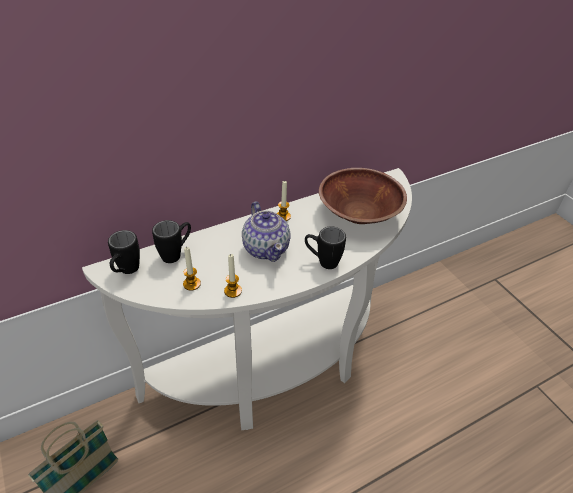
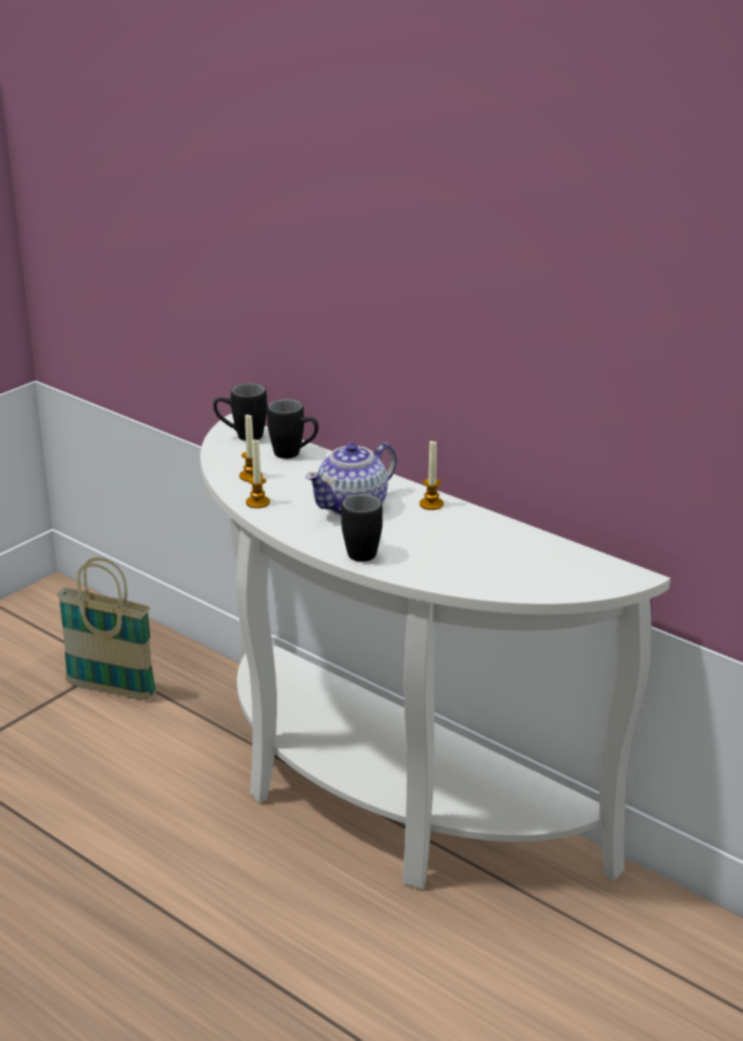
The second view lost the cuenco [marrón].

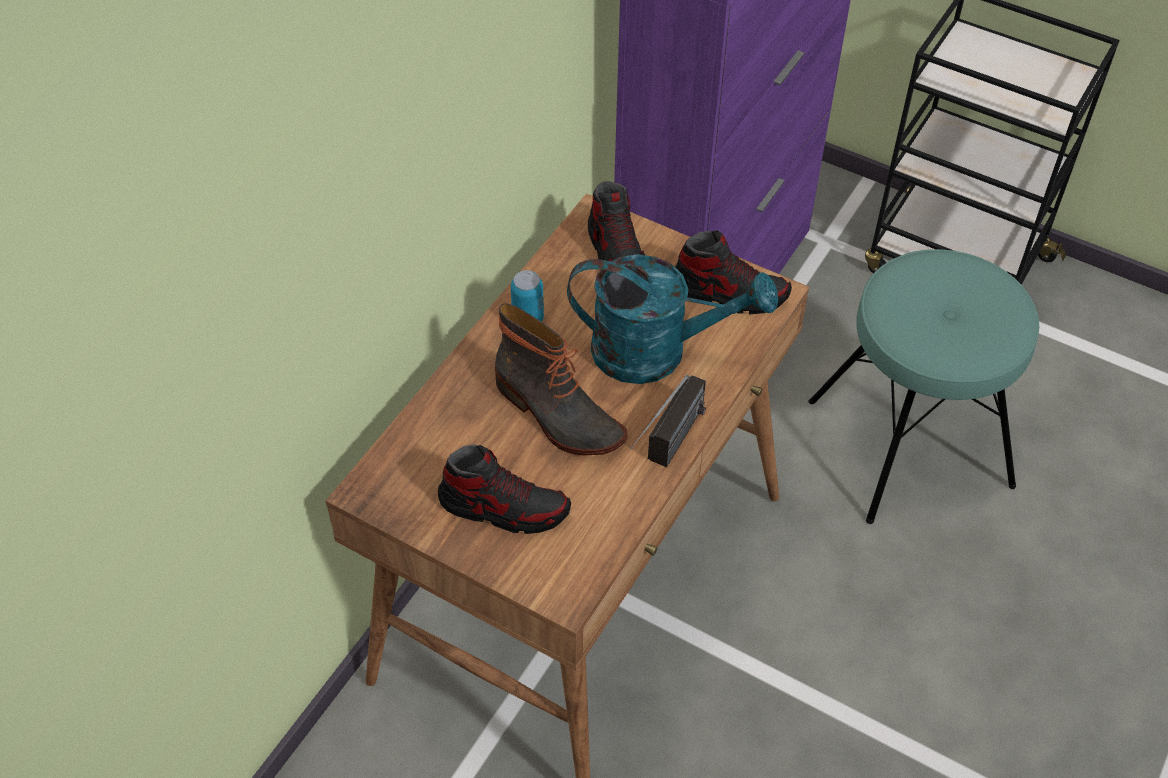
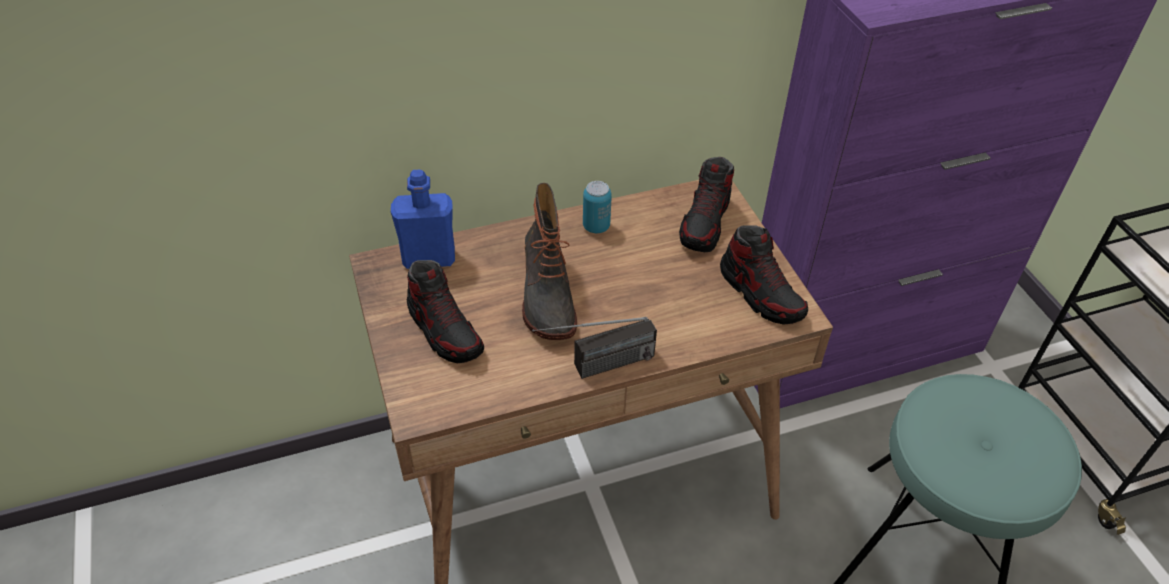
The second view lost the regadera [turquesa].
The second view gained the botella [azul].

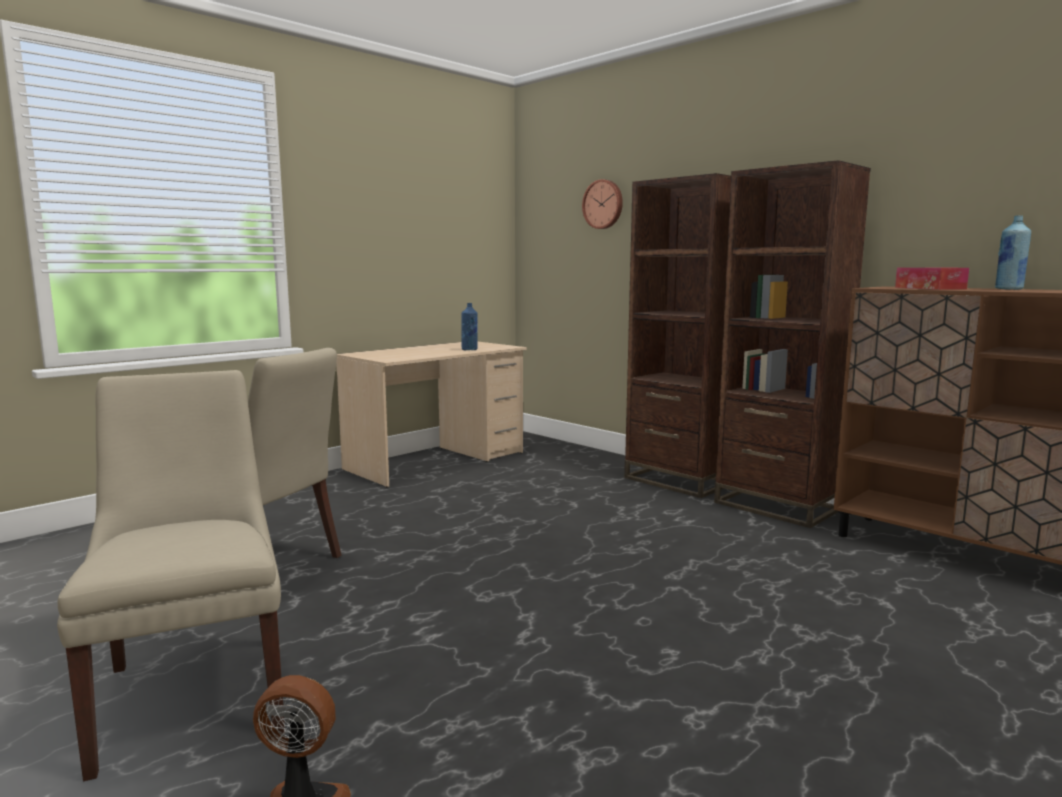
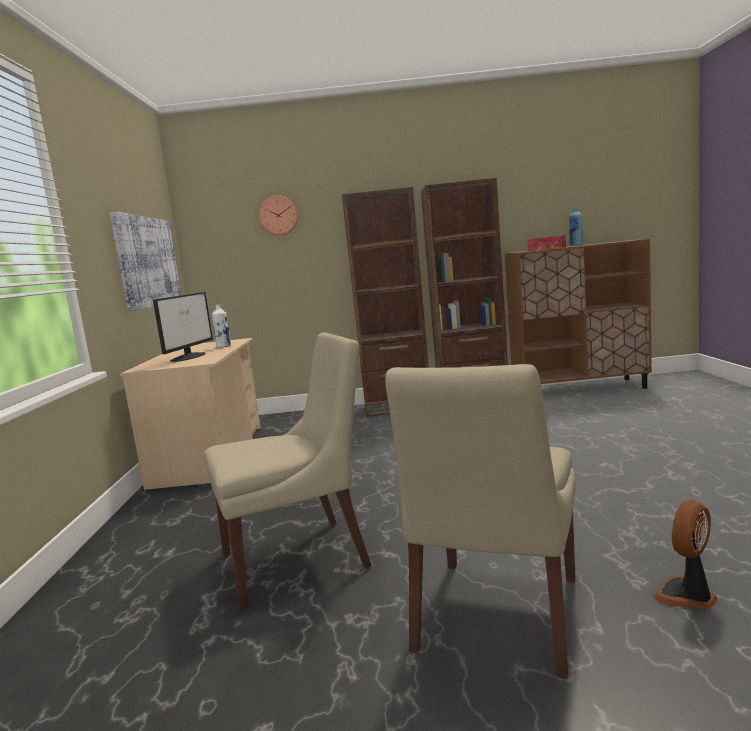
What was the botella [azul] (1st from left) turned into the botella [blanco].
The silla [beis] (1st from left in the first image) ended up facing another way, 90 degrees counterclockwise from before.
The second view gained the cuadro.
The second view gained the monitor.

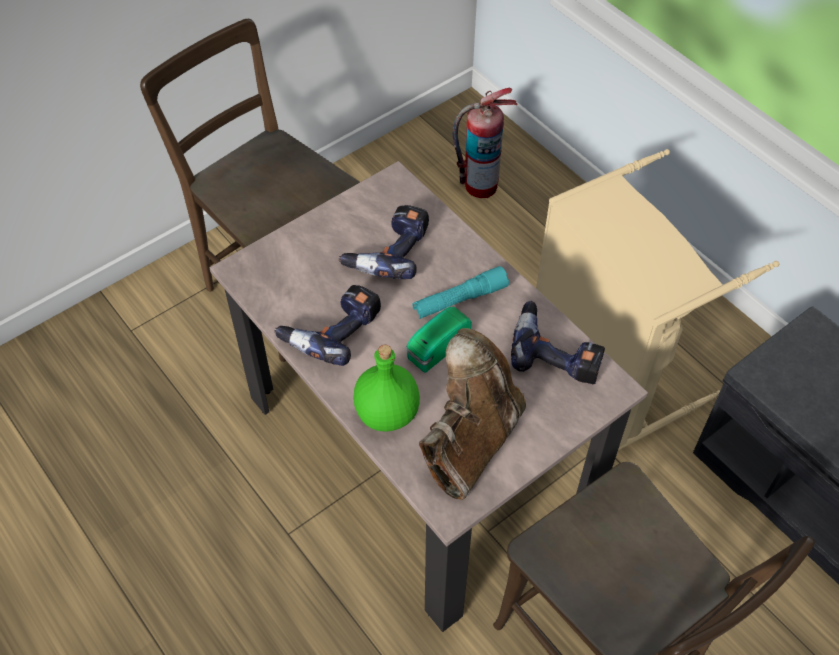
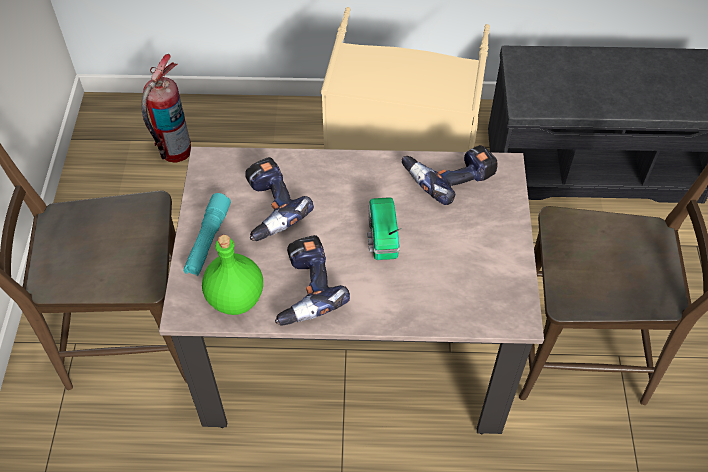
The linterna [turquesa] ended up elsewhere.
The second view lost the bota [marrón].
The botella [verde] ended up elsewhere.

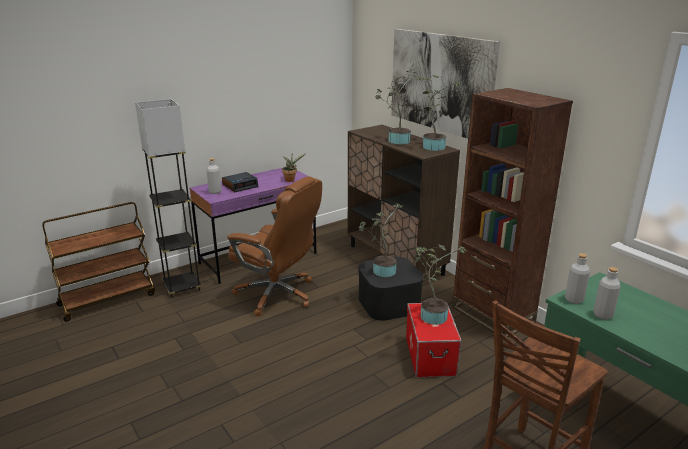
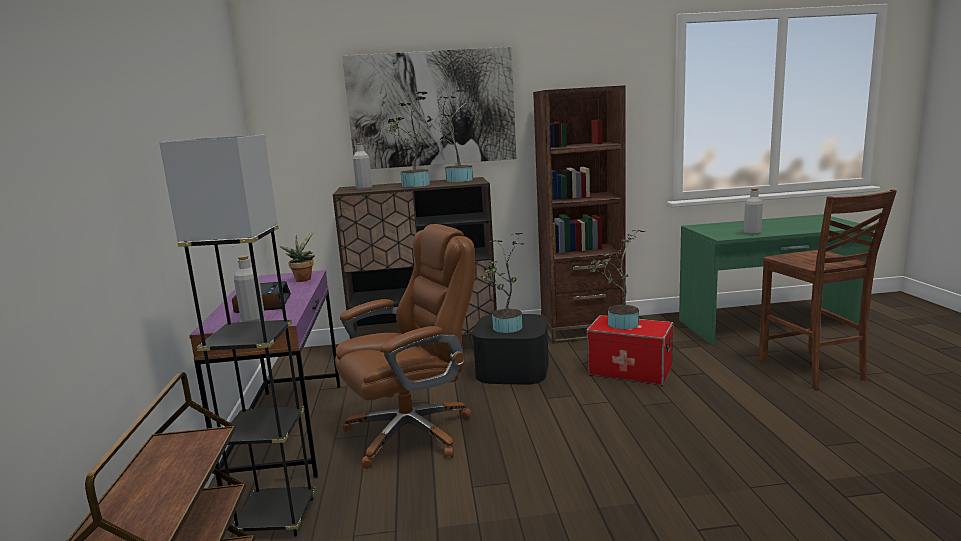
The botella [gris] (2nd from left) ended up elsewhere.

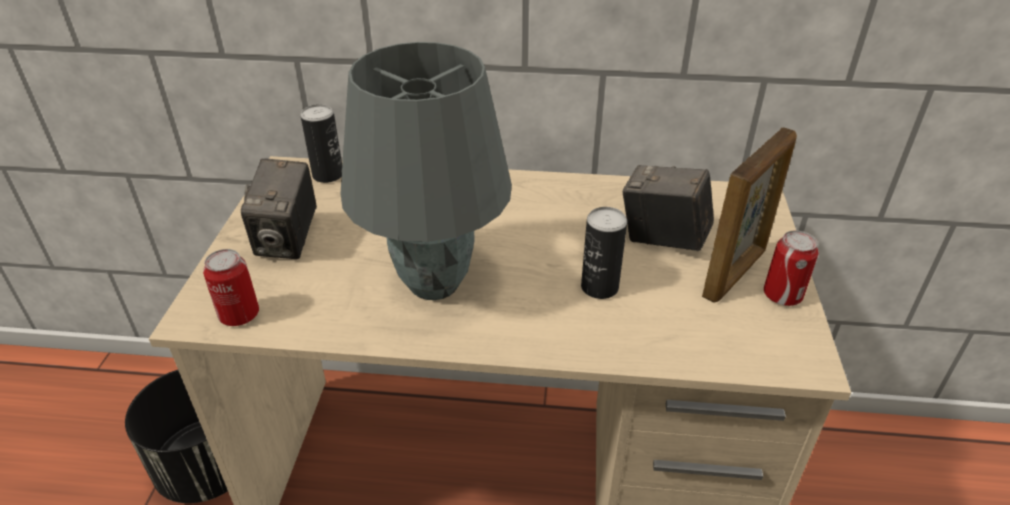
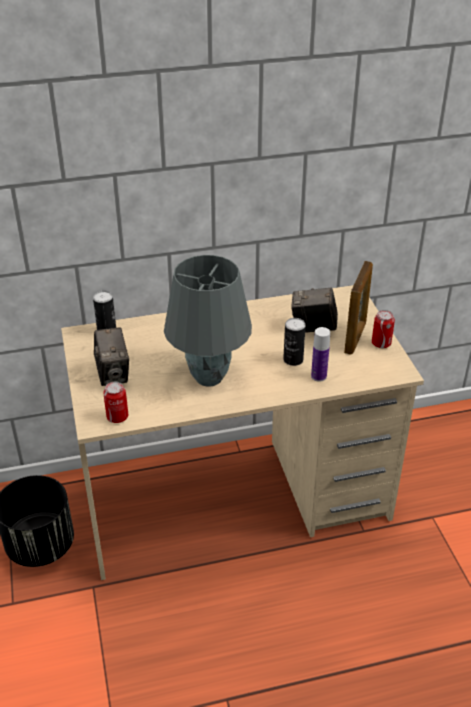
The second view gained the botella.

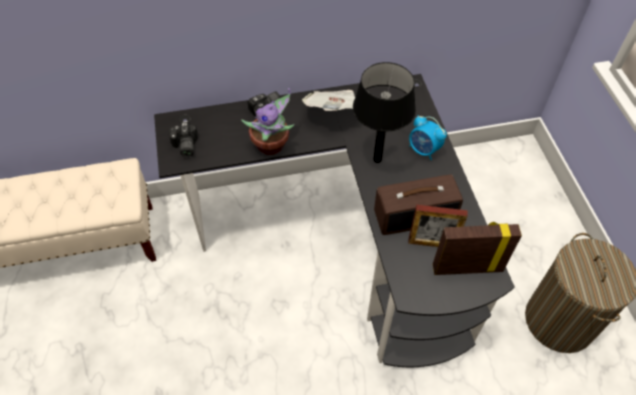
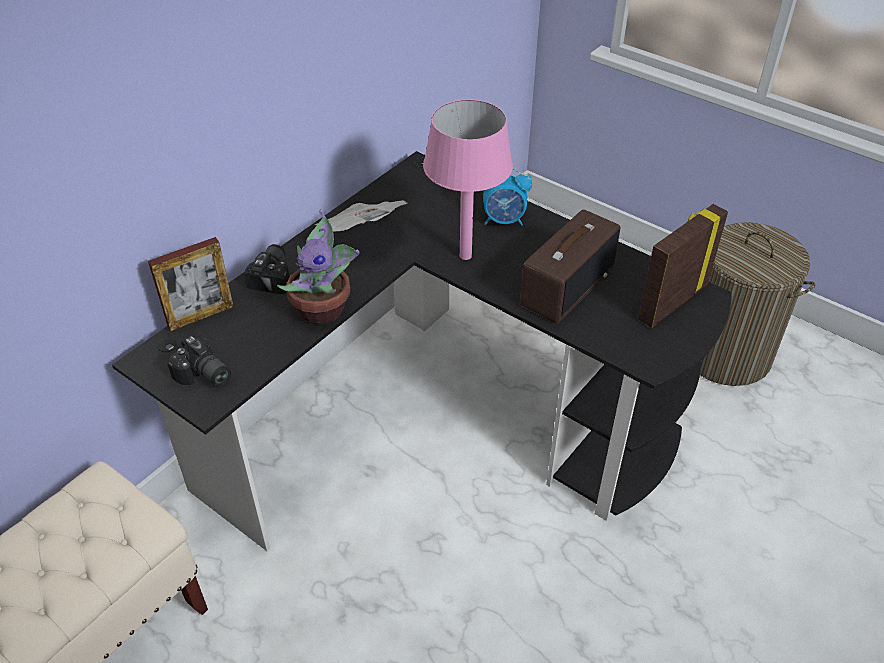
What was the lámpara de mesa [negro] turned into the lámpara de mesa [rosa].
The portarretratos (1st from left) ended up elsewhere.

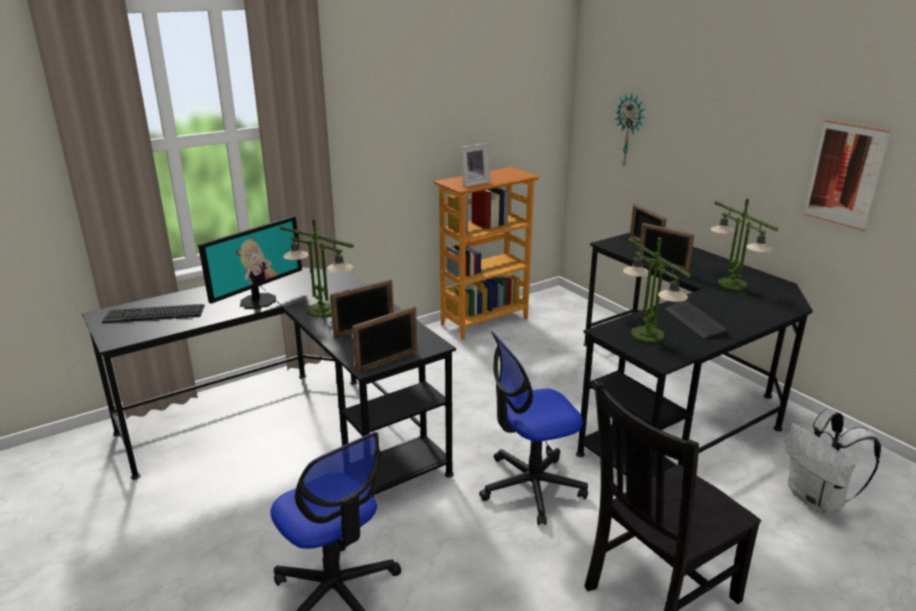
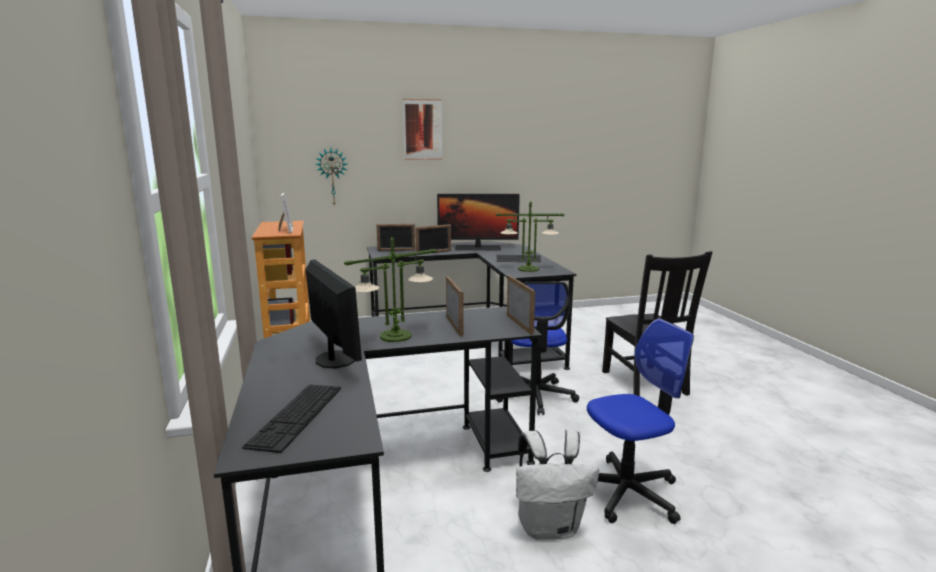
The cuadro ended up elsewhere.
Where the lámpara de mesa (3rd from left) stood, the monitor (2nd from left) came to stand.
The mochila [blanco] ended up elsewhere.

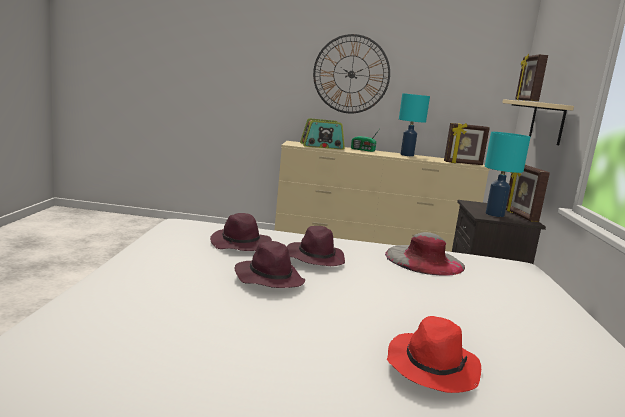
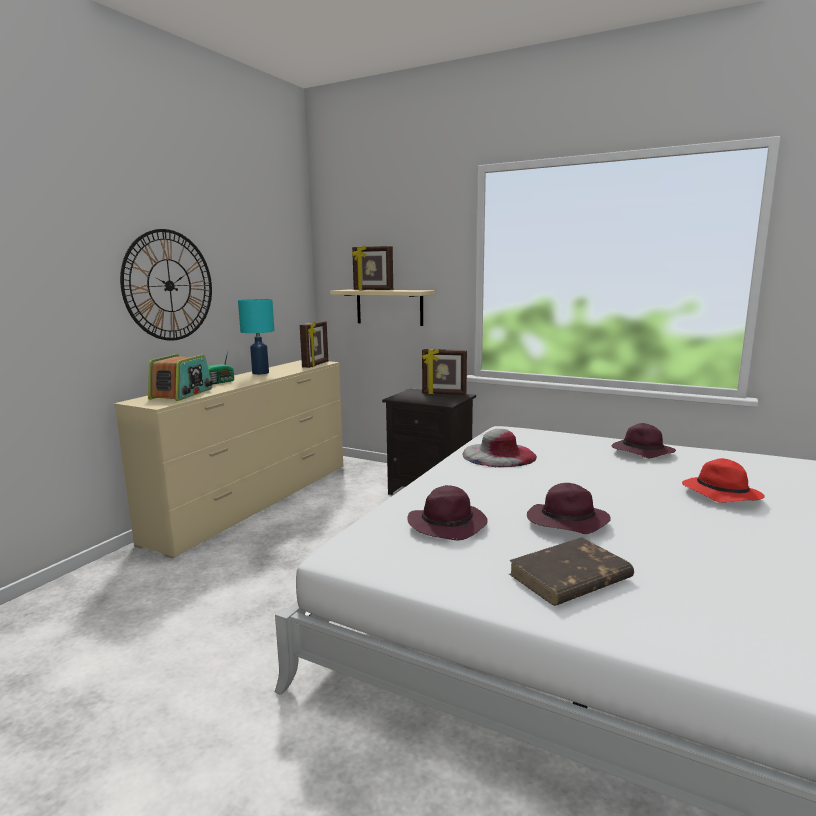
The second view lost the lámpara de mesa [turquesa] (2nd from left).
The sombrero [morado] (3rd from left) ended up elsewhere.
The second view gained the libro [marrón].

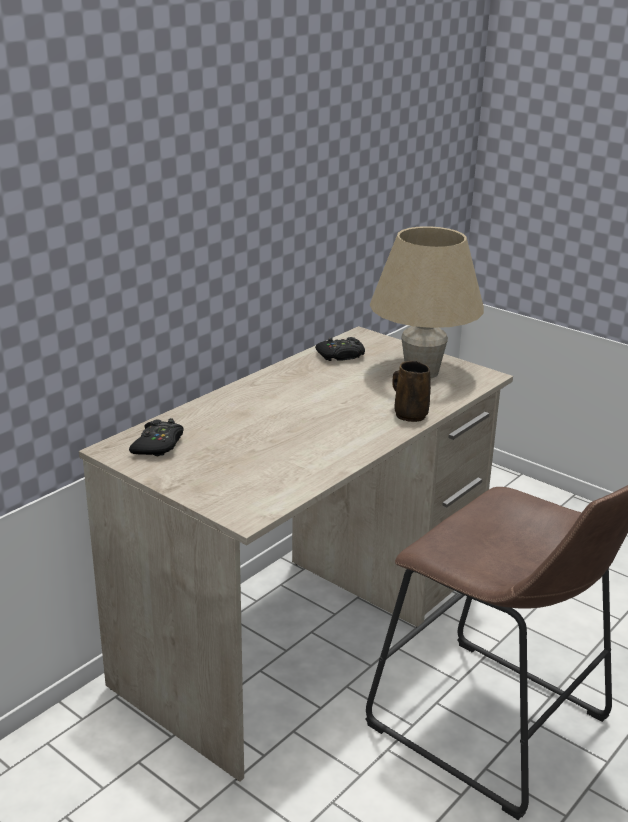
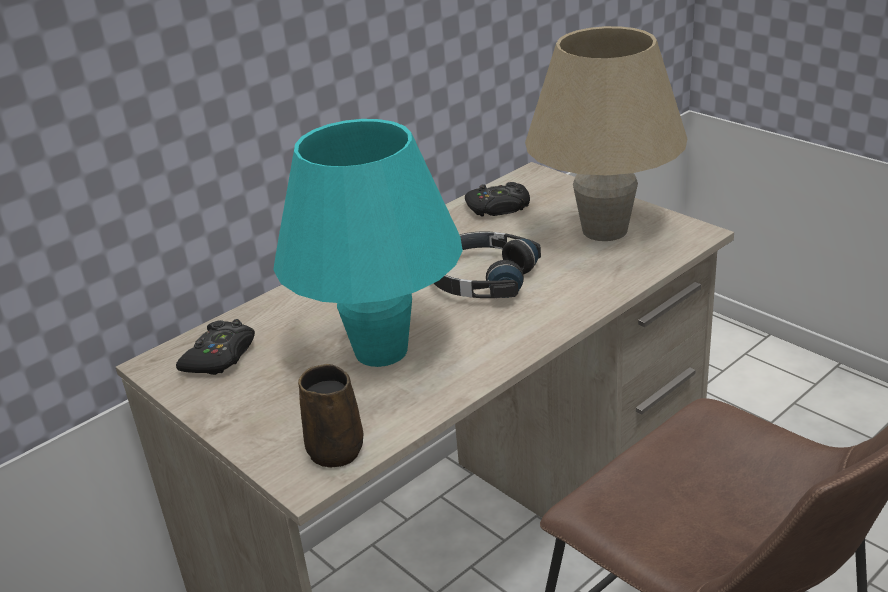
The taza grande [marrón] ended up elsewhere.
The second view gained the lámpara de mesa [turquesa].
The second view gained the auriculares [negro].

